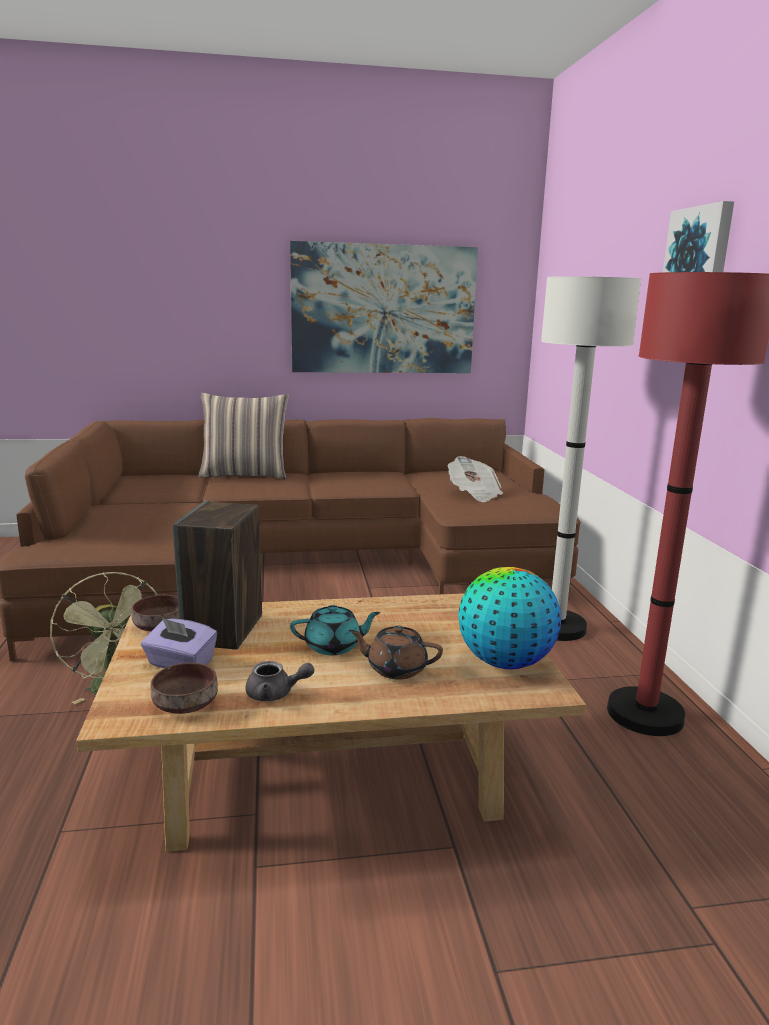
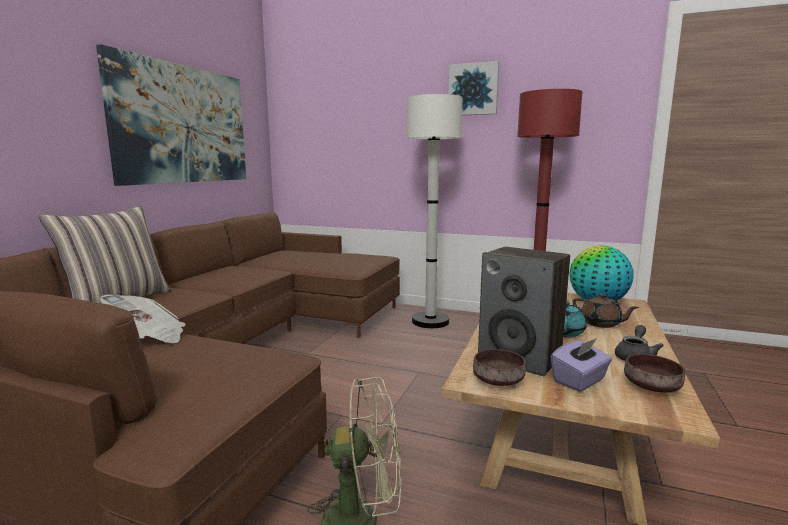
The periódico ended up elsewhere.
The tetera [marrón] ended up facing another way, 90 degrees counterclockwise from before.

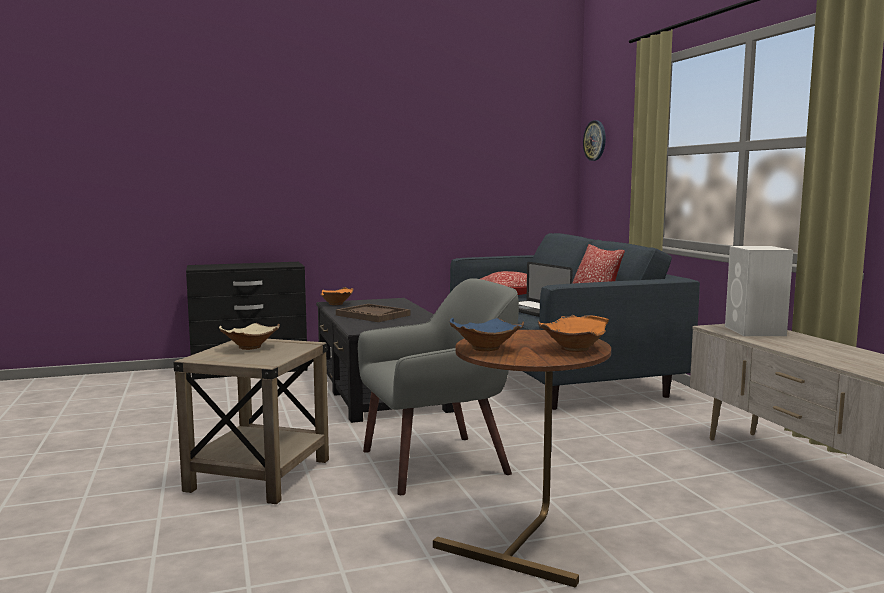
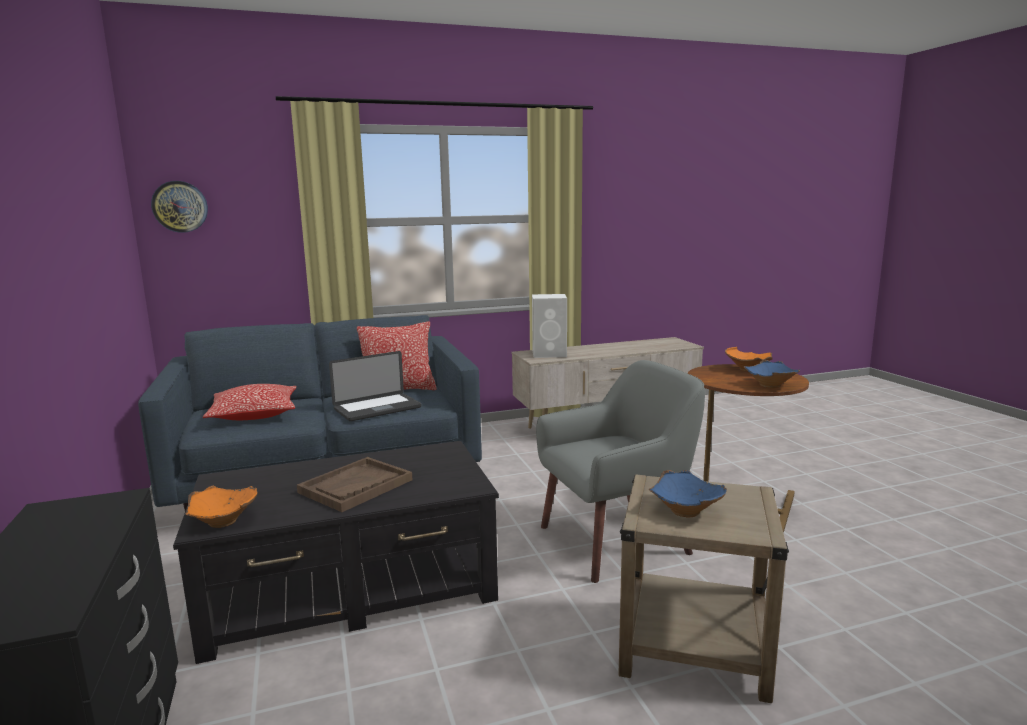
The sillón [gris] ended up facing another way, 90 degrees clockwise from before.
What was the cuenco [beis] turned into the cuenco [azul] (1st from left).

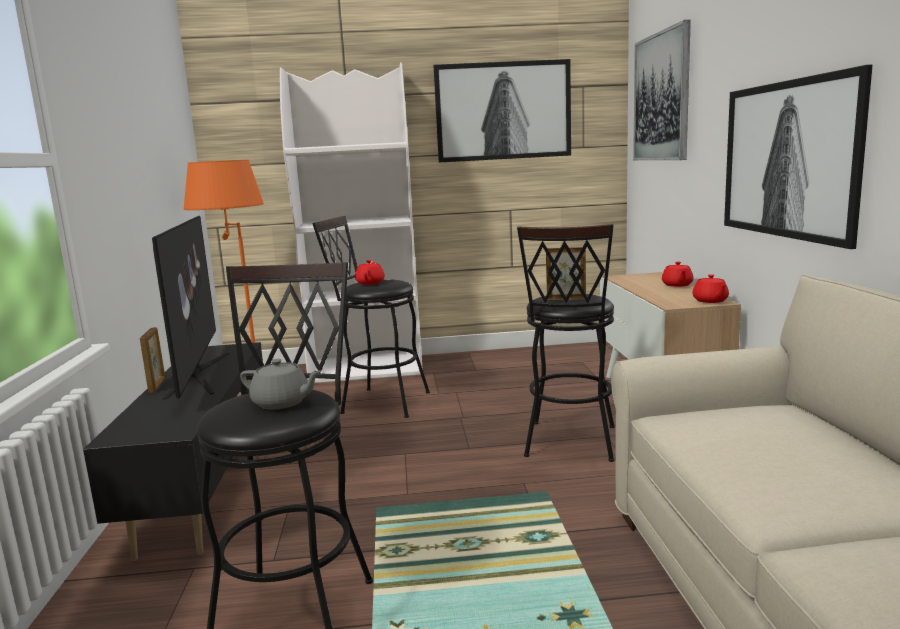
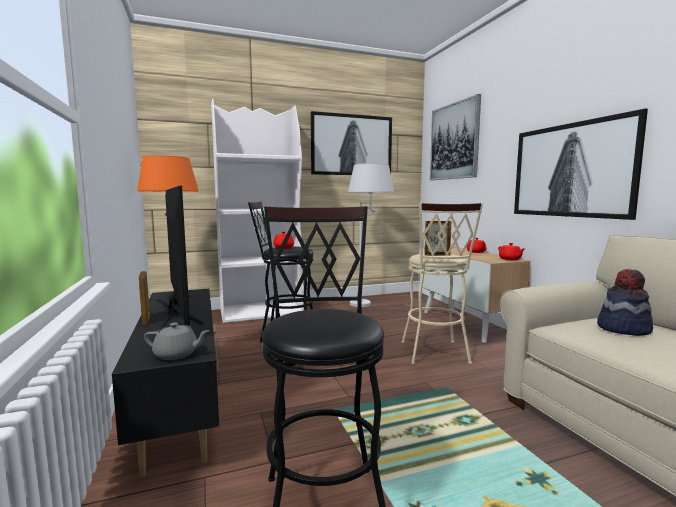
What was the taburete [negro] (3rd from left) turned into the taburete [beis].
The tetera [gris] ended up elsewhere.
The second view gained the lámpara de pie [blanco].
The second view gained the sombrero.

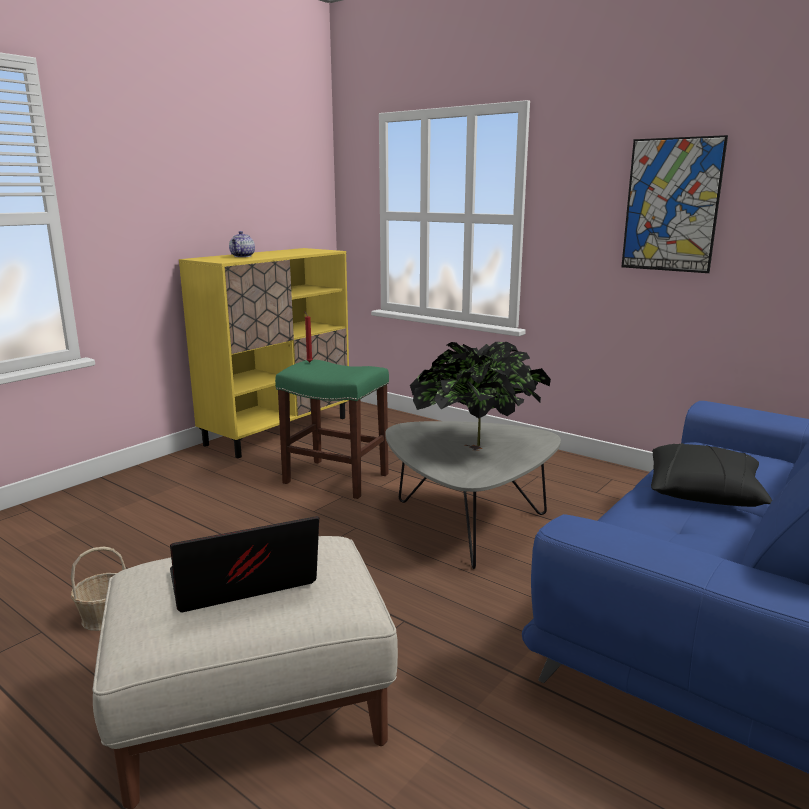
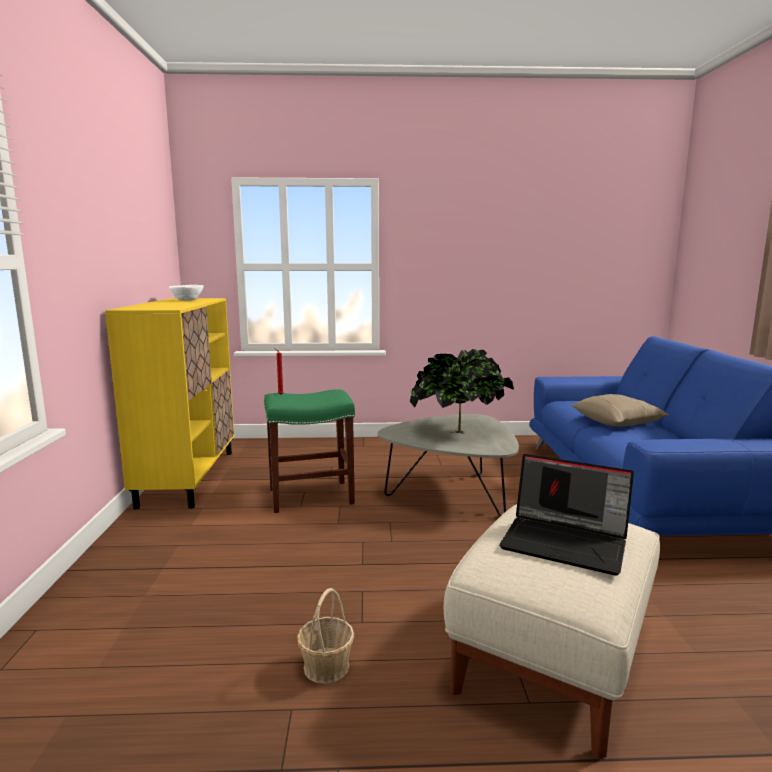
The second view lost the cuadro.
The second view lost the tetera.
What was the cojín [negro] turned into the cojín [beis].
The portátil ended up facing another way, 90 degrees counterclockwise from before.
The second view gained the cuenco [blanco].

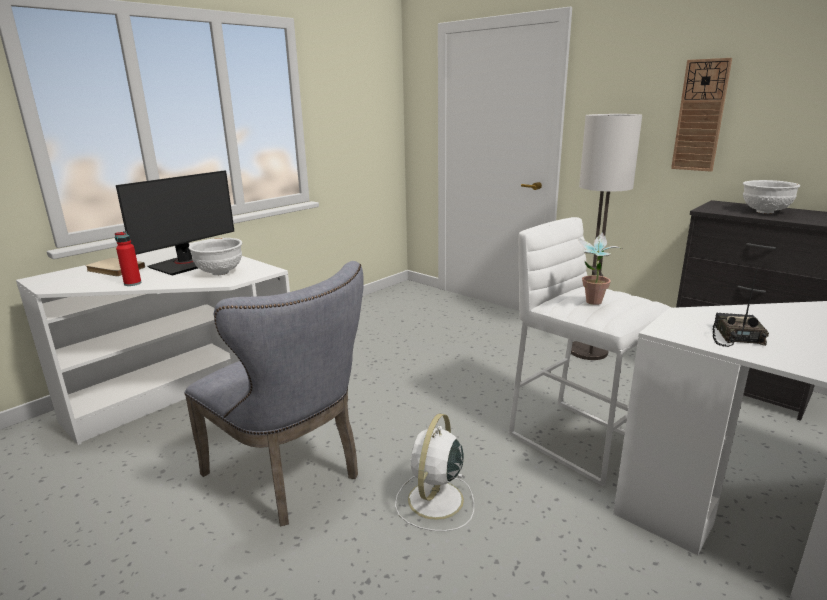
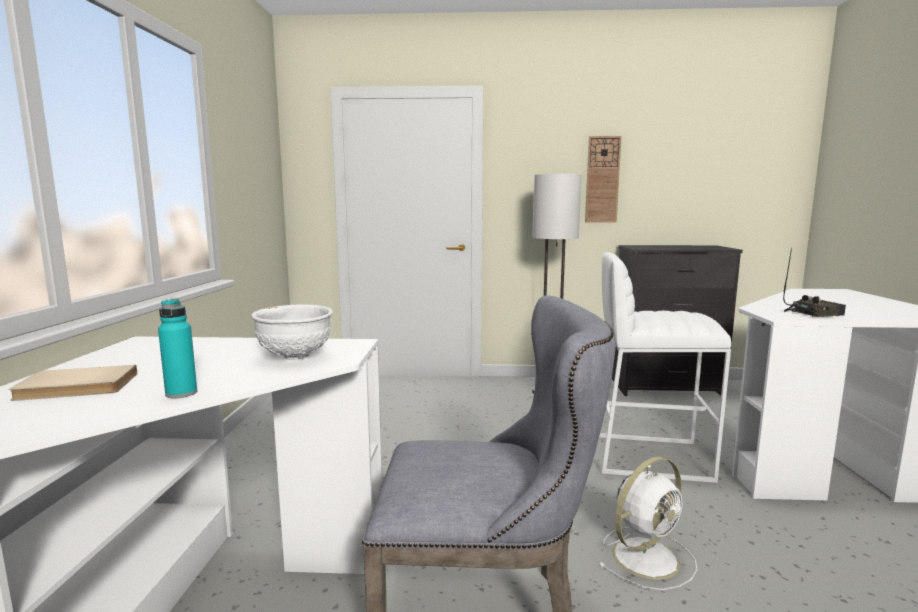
The second view lost the monitor.
The second view lost the cuenco [blanco] (2nd from left).
What was the botella [rojo] turned into the botella [turquesa].
The second view lost the planta en maceta.
The radio ended up facing another way, 105 degrees clockwise from before.
The ventilador [blanco] ended up facing another way, 105 degrees counterclockwise from before.

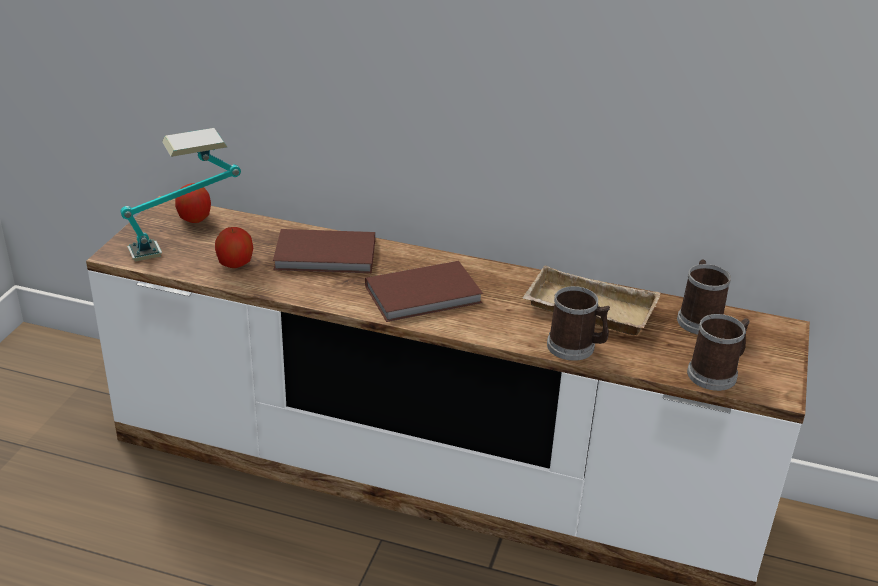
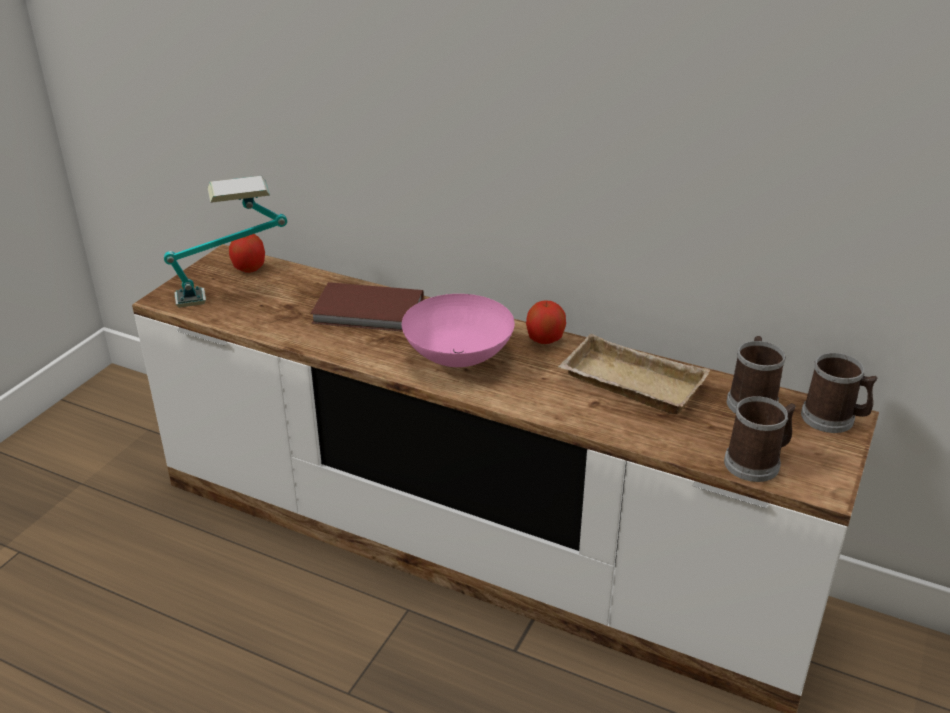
The manzana (2nd from left) ended up elsewhere.
Where the libro [marrón] (2nd from left) stood, the cuenco [rosa] came to stand.
The taza grande (1st from left in the first image) ended up elsewhere.

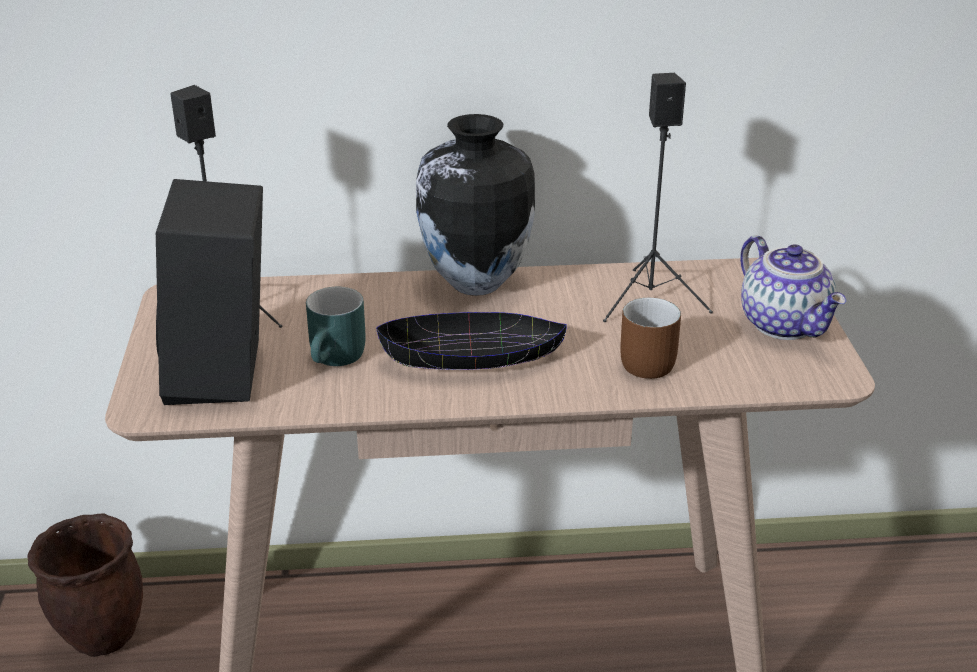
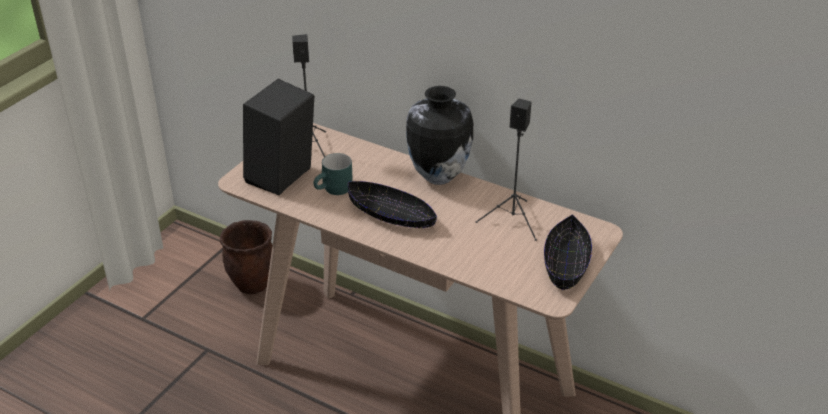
Where the tetera stood, the cuenco [negro] (2nd from left) came to stand.
The second view lost the taza grande [marrón].

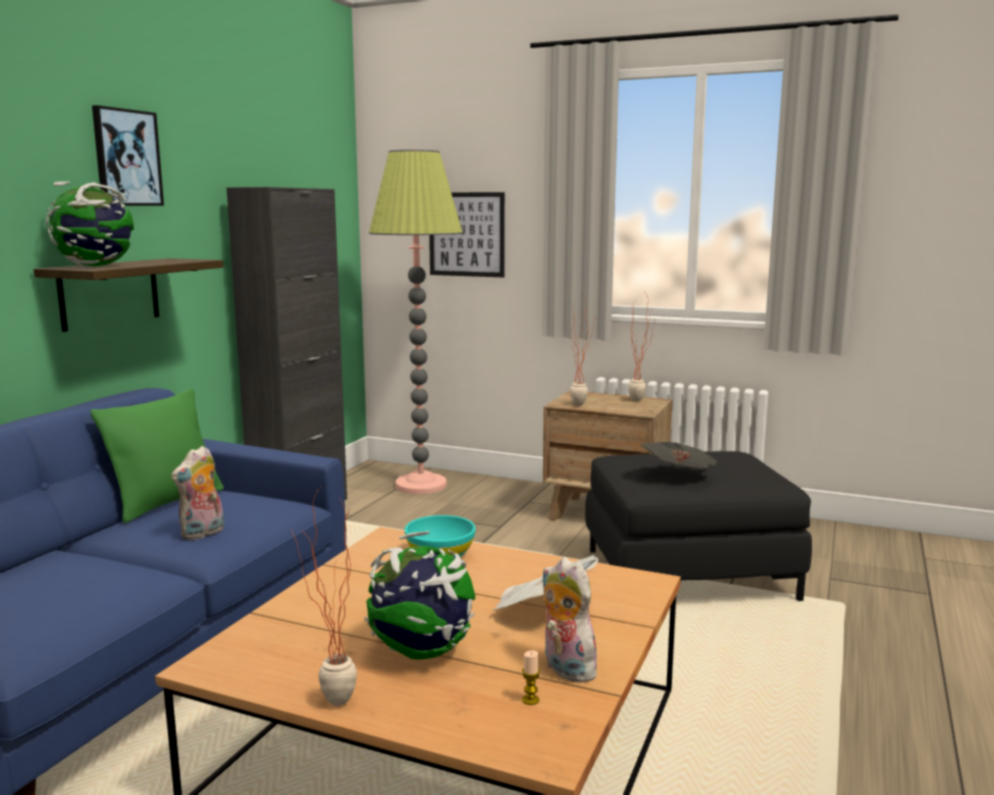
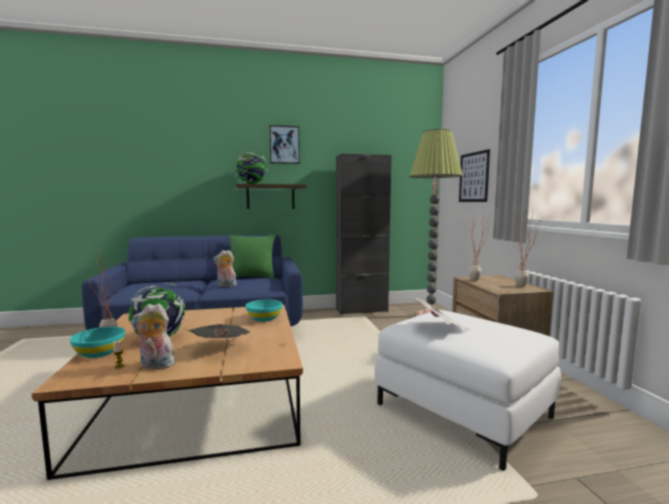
What was the puf [negro] turned into the puf [blanco].
The peluche (2nd from left in the first image) ended up facing another way, 105 degrees counterclockwise from before.
The second view gained the cuenco [turquesa] (1st from left).

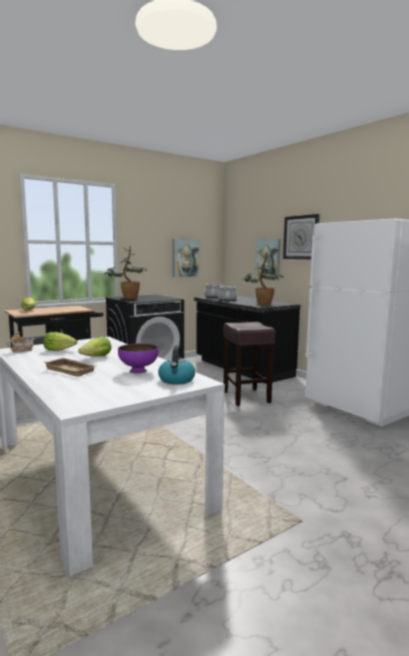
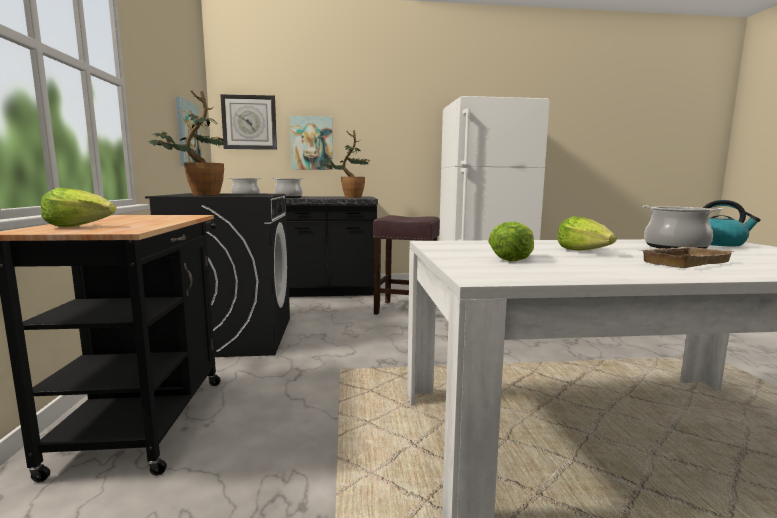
The reloj de pared ended up elsewhere.
The second view lost the tetera.
Where the cuenco [morado] stood, the olla (3rd from left) came to stand.

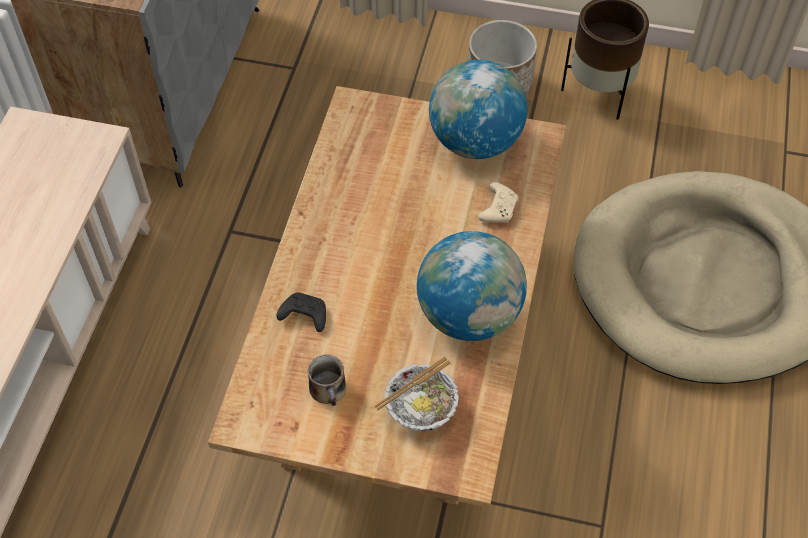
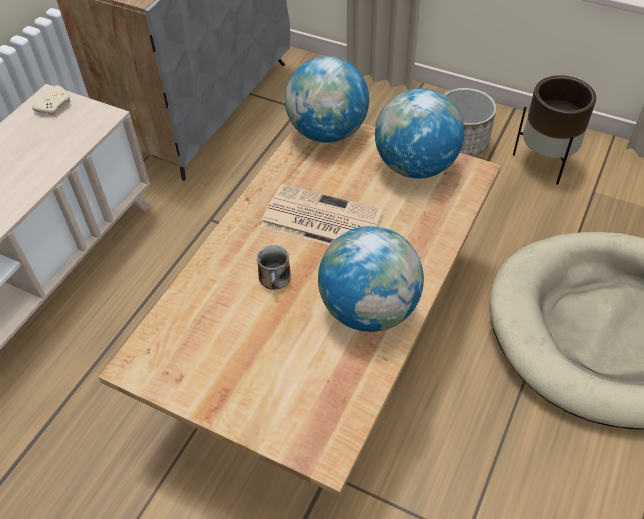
The mando de consola [beis] ended up elsewhere.
The second view lost the mando de consola [negro].
The taza grande ended up elsewhere.
The second view lost the cuenco.
The second view gained the globo terráqueo (1st from left).
The second view gained the periódico.

